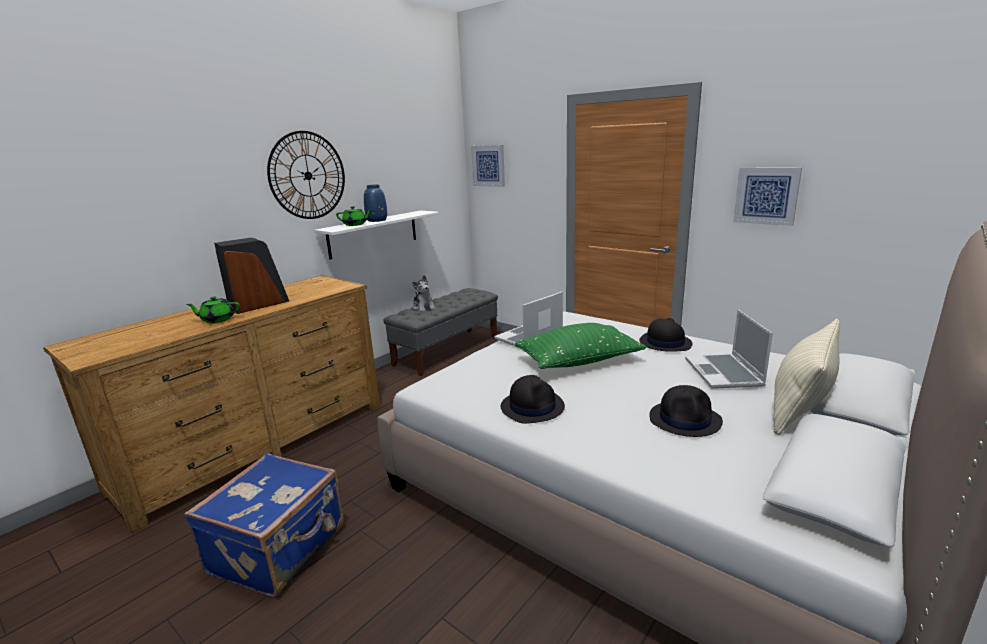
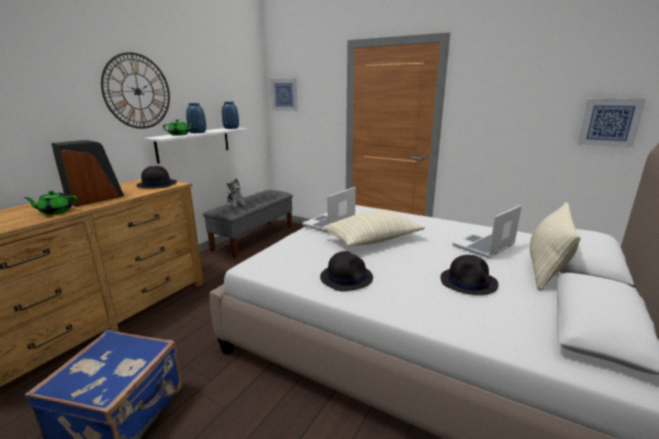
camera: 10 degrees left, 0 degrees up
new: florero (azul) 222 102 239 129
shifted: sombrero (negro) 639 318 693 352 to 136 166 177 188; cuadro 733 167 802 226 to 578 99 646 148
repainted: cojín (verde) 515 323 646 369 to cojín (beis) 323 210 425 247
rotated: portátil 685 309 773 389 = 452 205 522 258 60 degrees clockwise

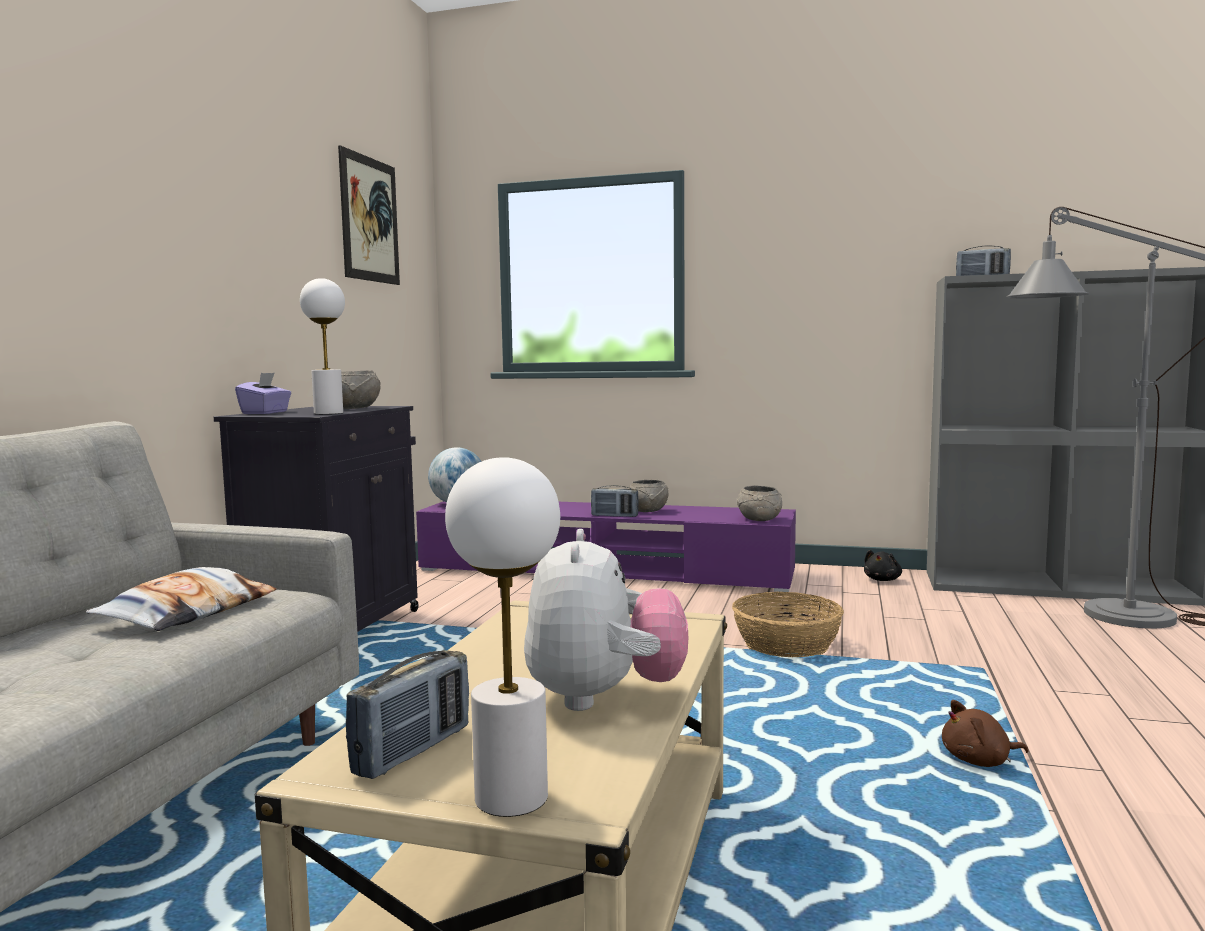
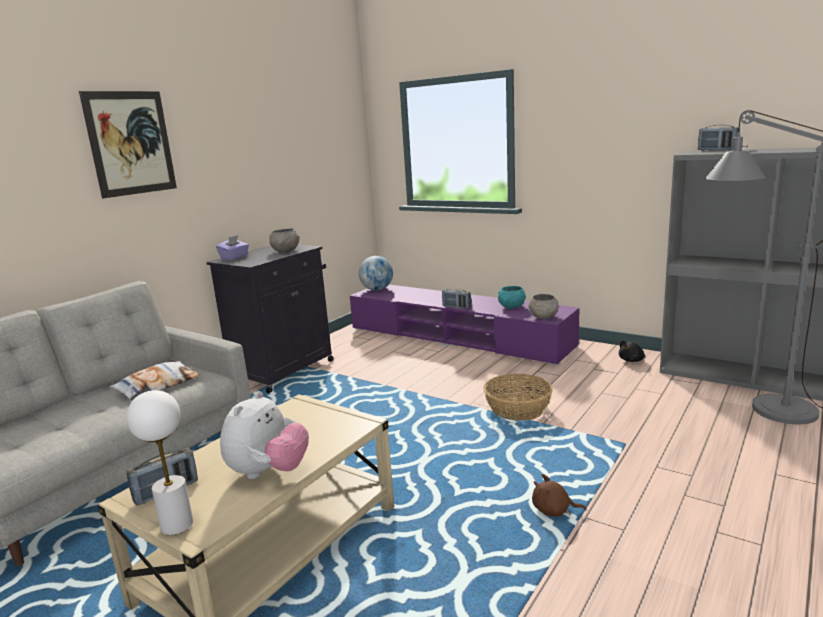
camera: 20 degrees right, 10 degrees up
gone: lámpara de mesa (blanco) 300 278 345 414; cuenco (gris) 629 480 669 512
new: cuenco (turquesa) 498 286 526 309
shifted: cuadro 338 145 400 285 to 79 91 177 198

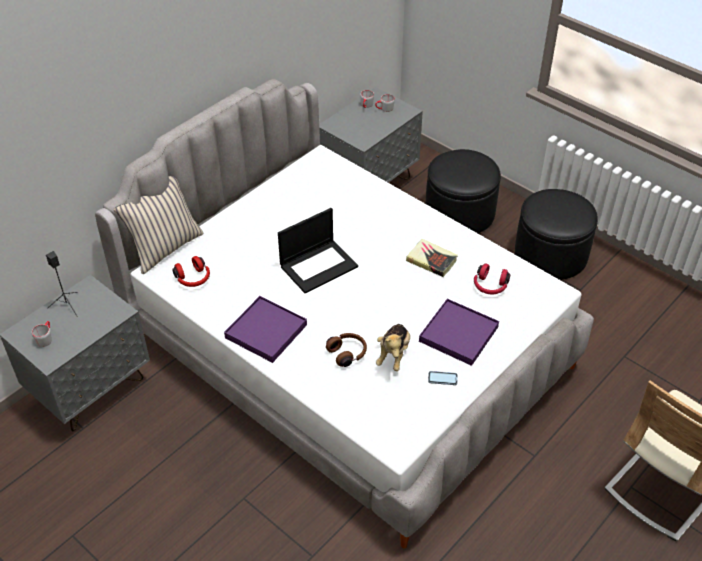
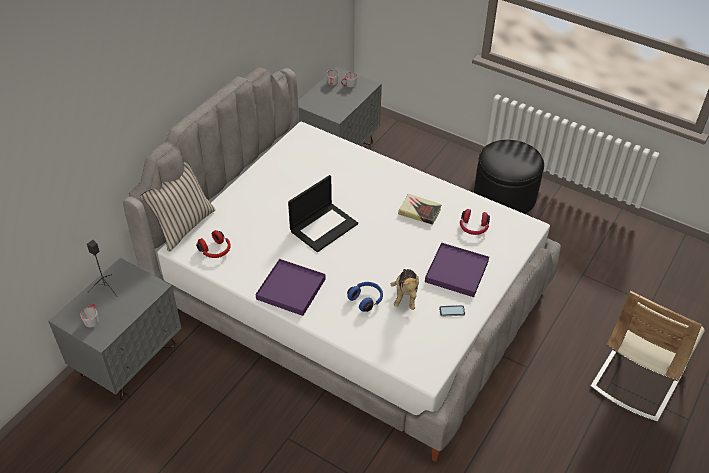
camera: 10 degrees left, 0 degrees up
gone: puf (negro) 425 149 501 233
repainted: auriculares (marrón) 326 333 367 367 to auriculares (azul) 347 282 383 312

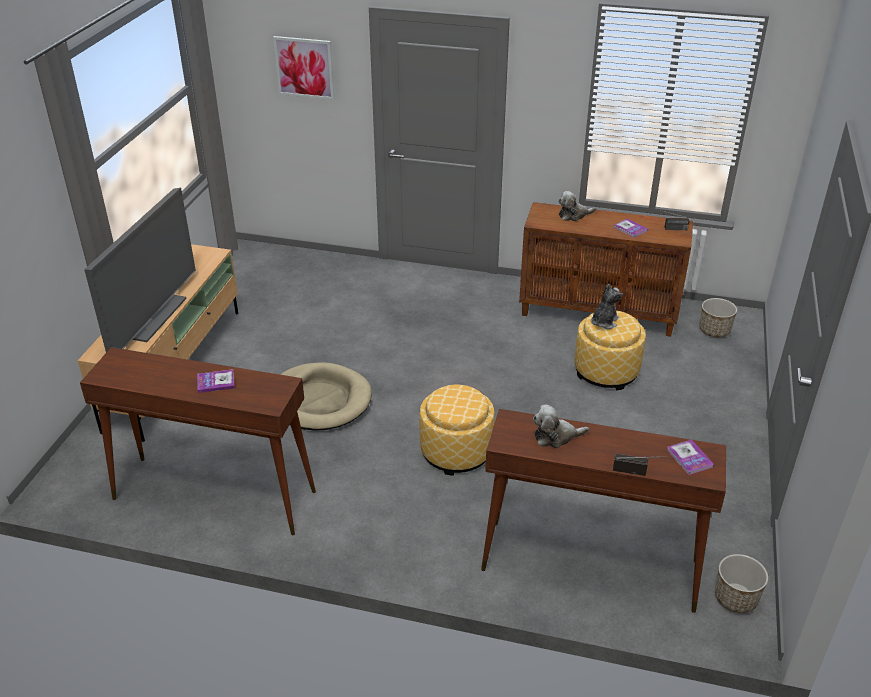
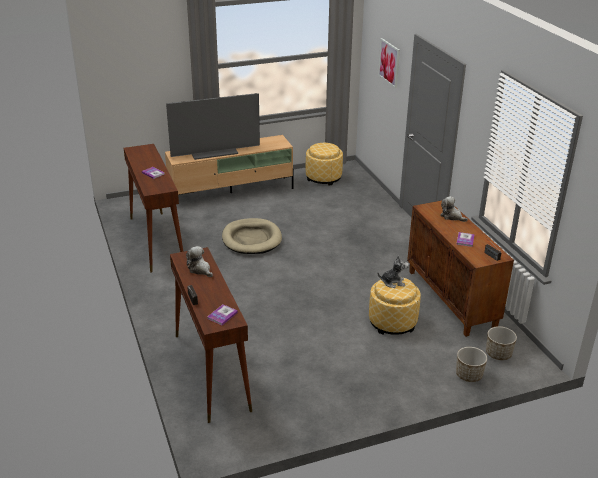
camera: 55 degrees right, 5 degrees down
shifted: puf 420 385 495 476 to 306 143 343 186; maceta 715 554 768 613 to 456 347 487 382

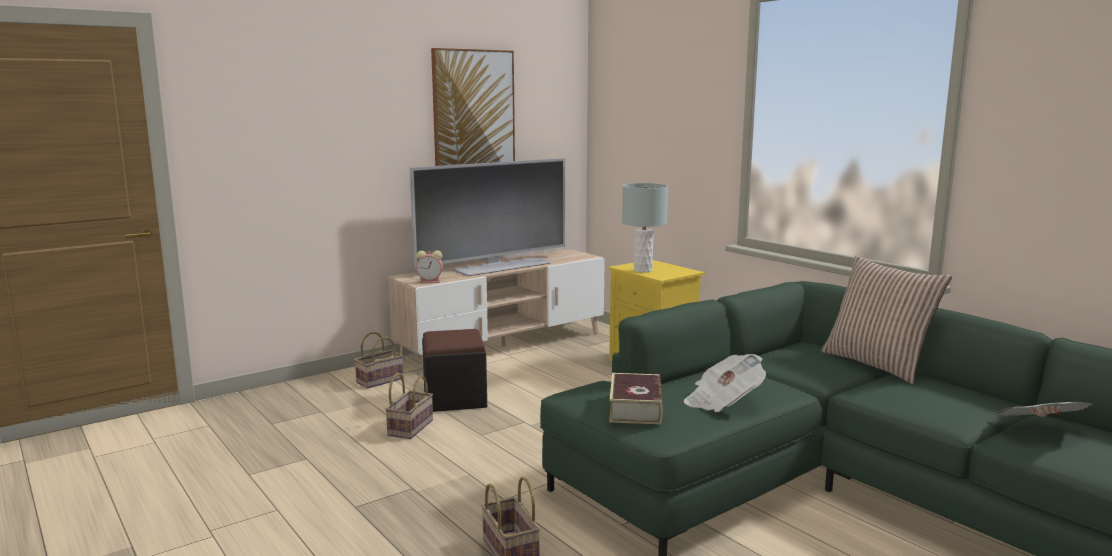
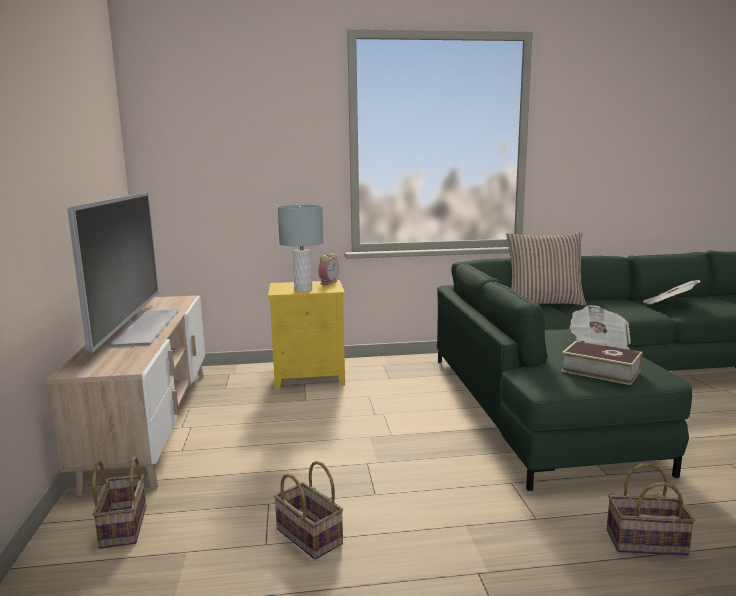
camera: 60 degrees left, 0 degrees up
gone: puf (negro) 422 329 487 412; cuadro 431 48 515 166
shifted: despertador 416 250 443 283 to 318 253 339 285

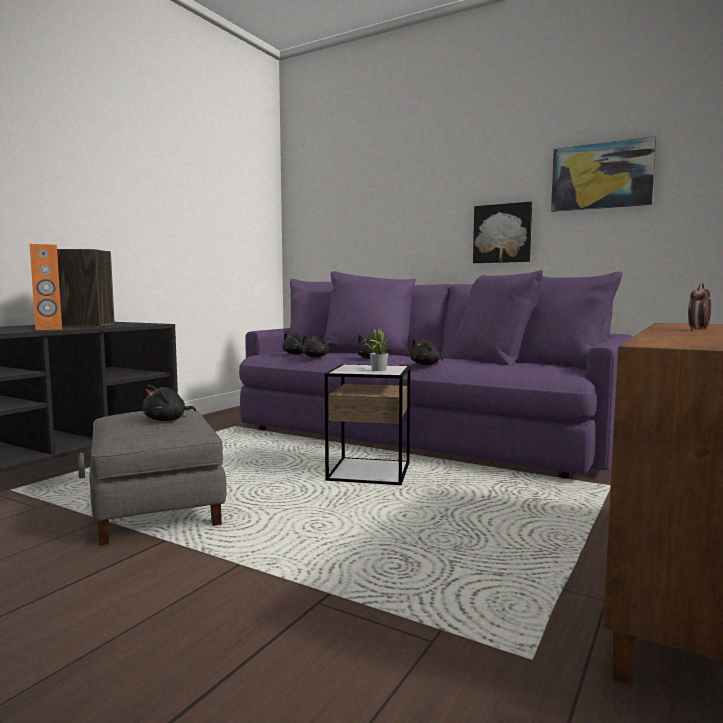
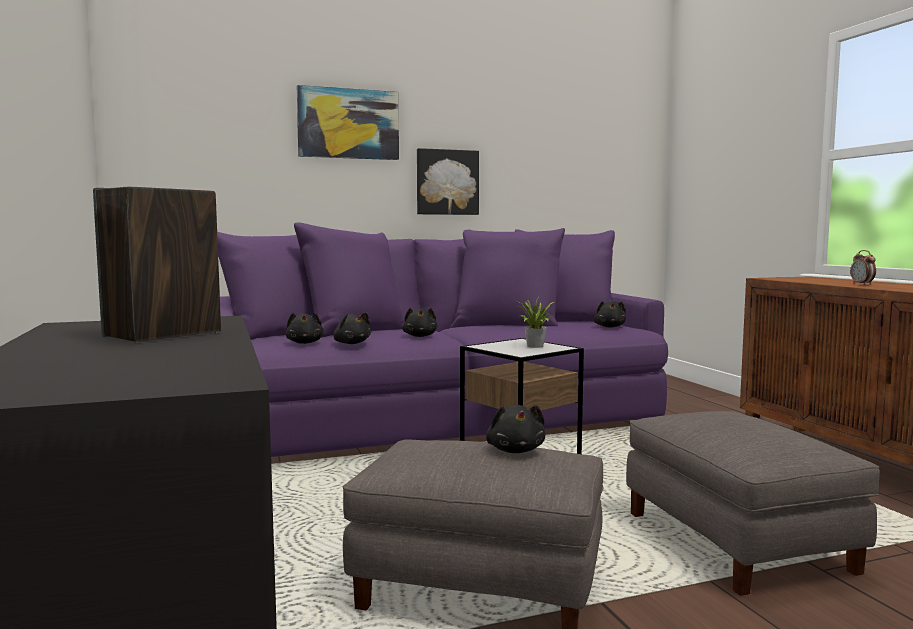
camera: 50 degrees left, 0 degrees up
gone: altavoz (naranja) 30 244 62 330
new: puf (gris) 626 411 880 596
shifted: peluche (negro) 410 339 443 365 to 594 300 626 328; cuadro 551 136 656 212 to 297 85 399 160

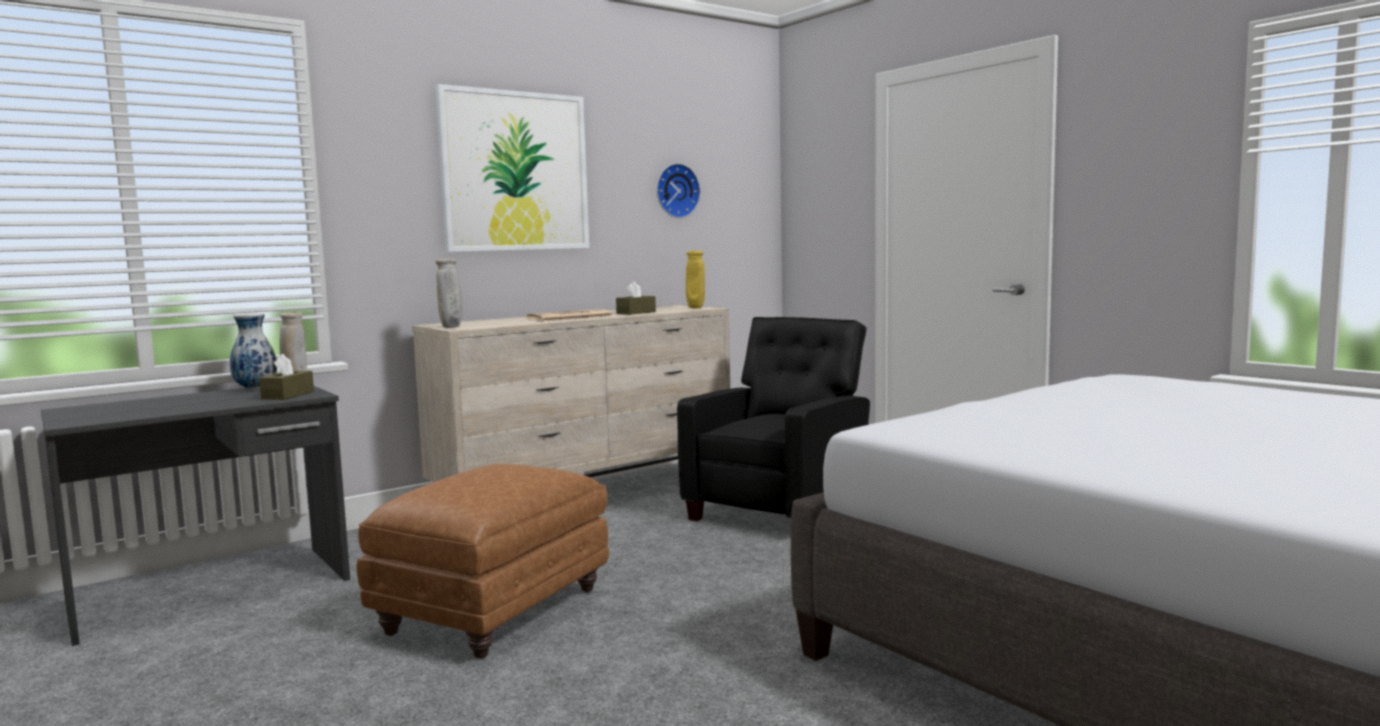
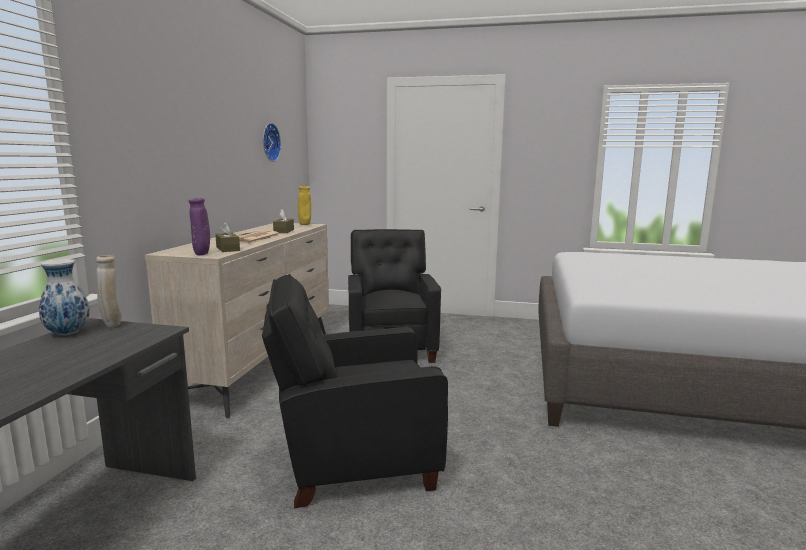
camera: 40 degrees left, 5 degrees up
gone: cuadro 435 84 589 252
shifted: caja de pañuelos (marrón) 259 354 314 400 to 215 222 240 252
swapped: puf (marrón) 356 464 609 659 to sillón (negro) 262 274 448 509
repainted: florero (beis) 435 259 462 328 to florero (morado) 189 198 210 256

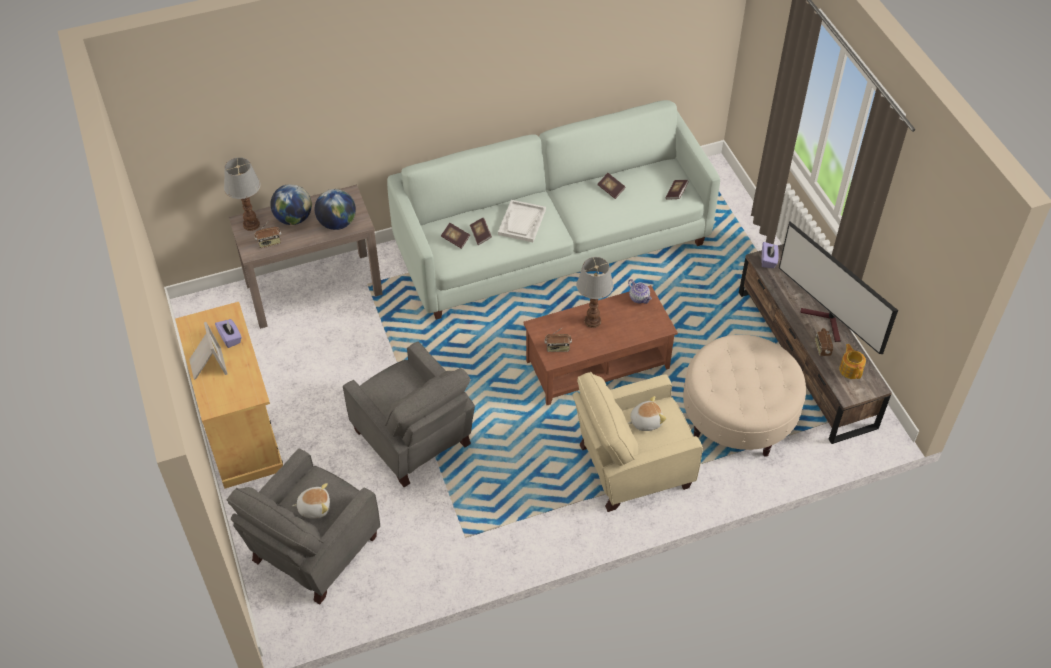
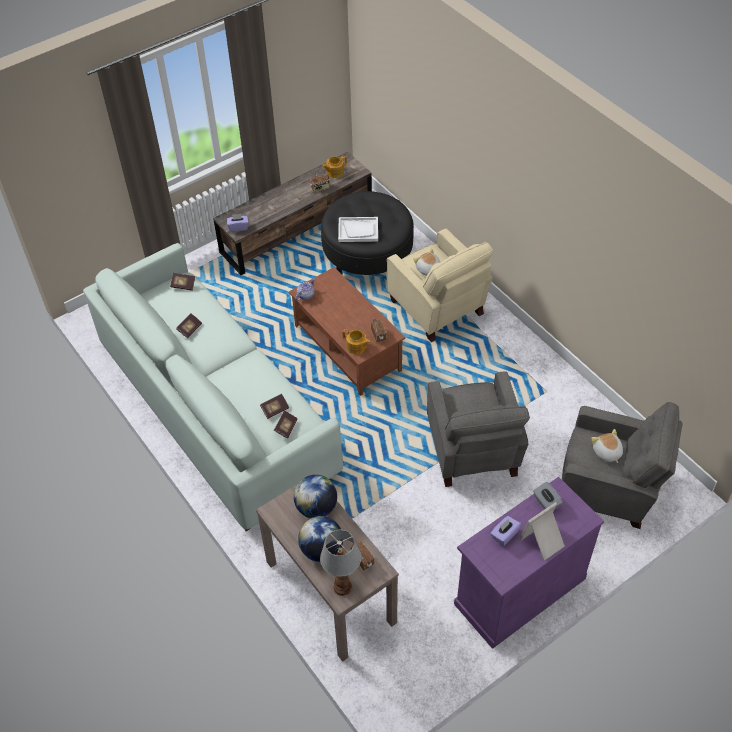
camera: 105 degrees left, 0 degrees up
gone: lámpara de mesa 576 257 614 328; televisor 779 221 898 354
new: tetera 342 329 371 354; caja de pañuelos (gris) 533 482 563 510
shifted: bandeja (blanco) 498 200 546 242 to 338 217 378 242
repainted: armario (beis) 175 302 283 489 to armario (morado) 454 477 604 649; puf (beis) 683 335 806 457 to puf (negro) 321 191 414 275
rotated: sillón (gris) 343 342 475 487 = 427 371 530 487 135 degrees clockwise

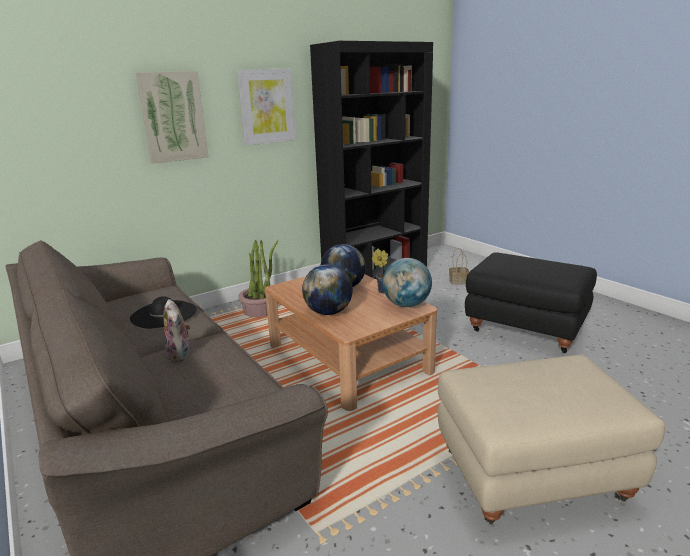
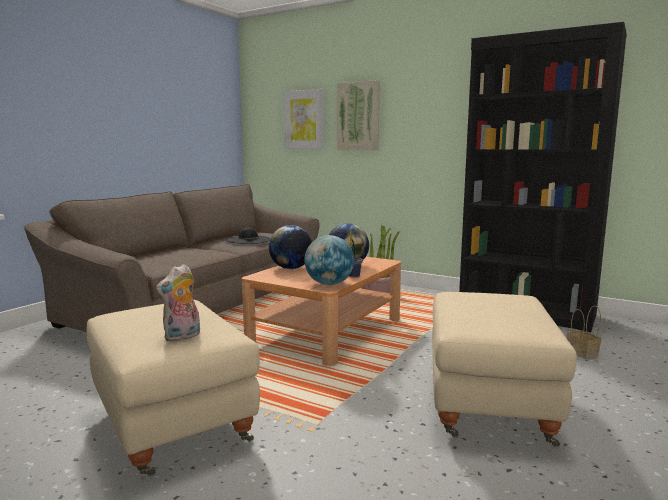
camera: 65 degrees right, 10 degrees down
shifted: peluche 163 299 190 362 to 156 264 200 342; cuadro 237 69 296 145 to 284 89 324 149
repainted: puf (negro) 465 252 597 353 to puf (beis) 432 292 577 447

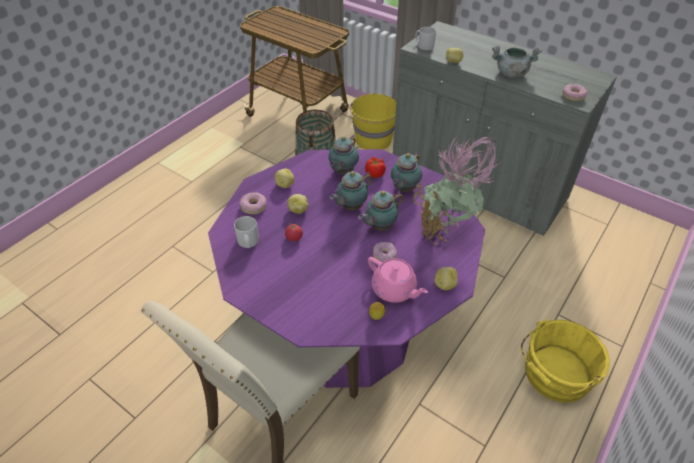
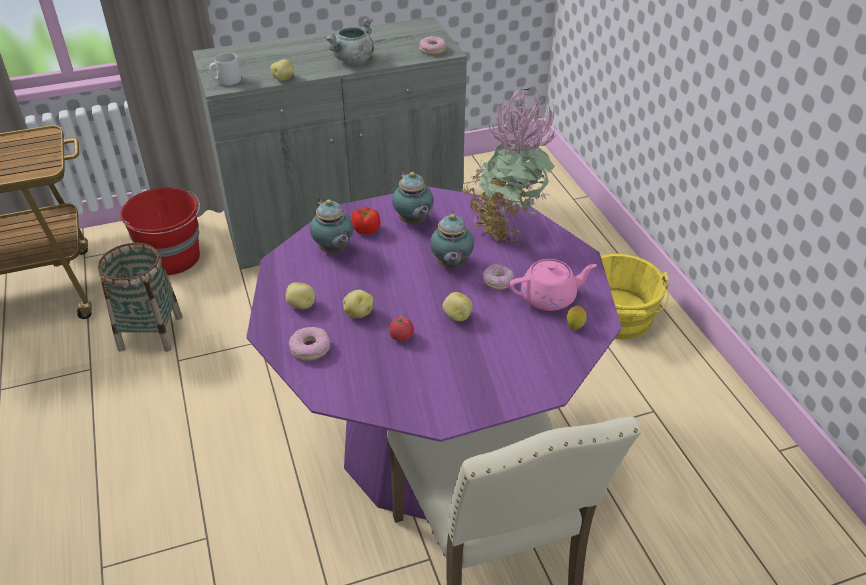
camera: 55 degrees left, 5 degrees down
gone: taza grande (gris) 234 216 259 248; tetera 330 171 372 210
shifted: patata 434 267 458 290 to 443 292 473 321
repainted: cubo (amarillo) 350 94 396 150 to cubo (rojo) 120 187 200 275

